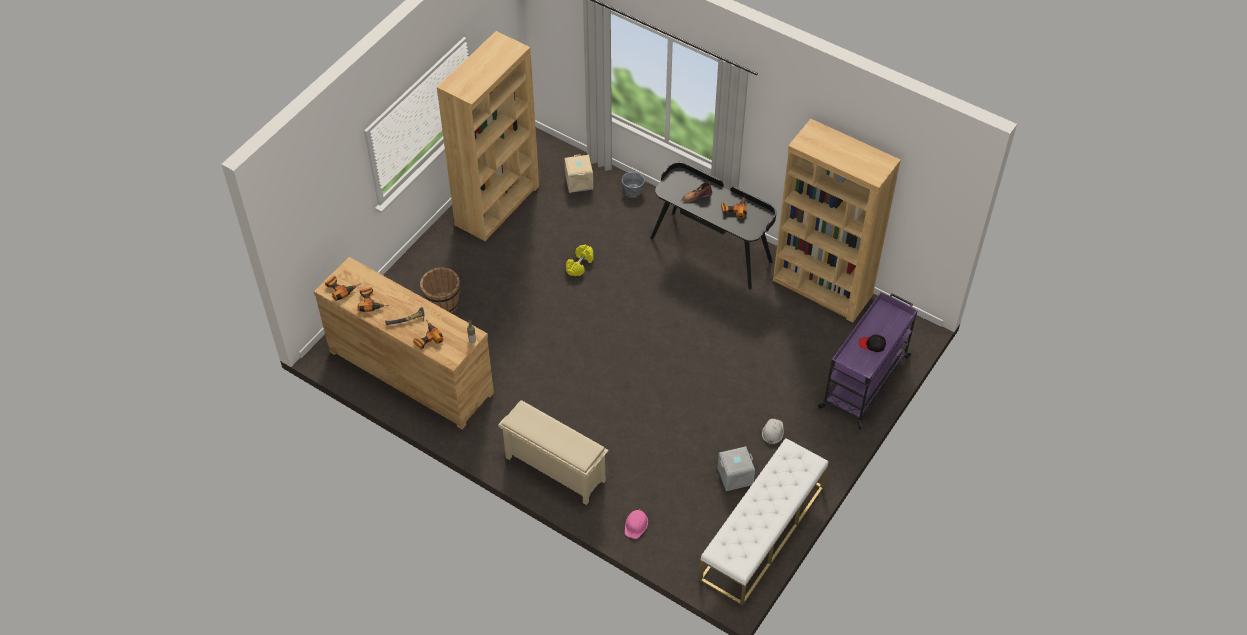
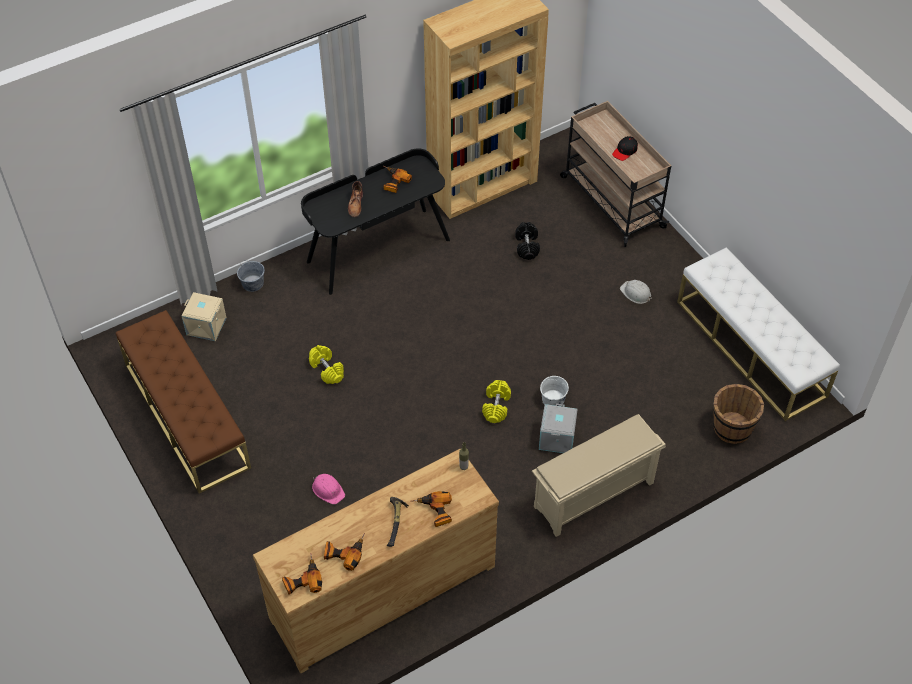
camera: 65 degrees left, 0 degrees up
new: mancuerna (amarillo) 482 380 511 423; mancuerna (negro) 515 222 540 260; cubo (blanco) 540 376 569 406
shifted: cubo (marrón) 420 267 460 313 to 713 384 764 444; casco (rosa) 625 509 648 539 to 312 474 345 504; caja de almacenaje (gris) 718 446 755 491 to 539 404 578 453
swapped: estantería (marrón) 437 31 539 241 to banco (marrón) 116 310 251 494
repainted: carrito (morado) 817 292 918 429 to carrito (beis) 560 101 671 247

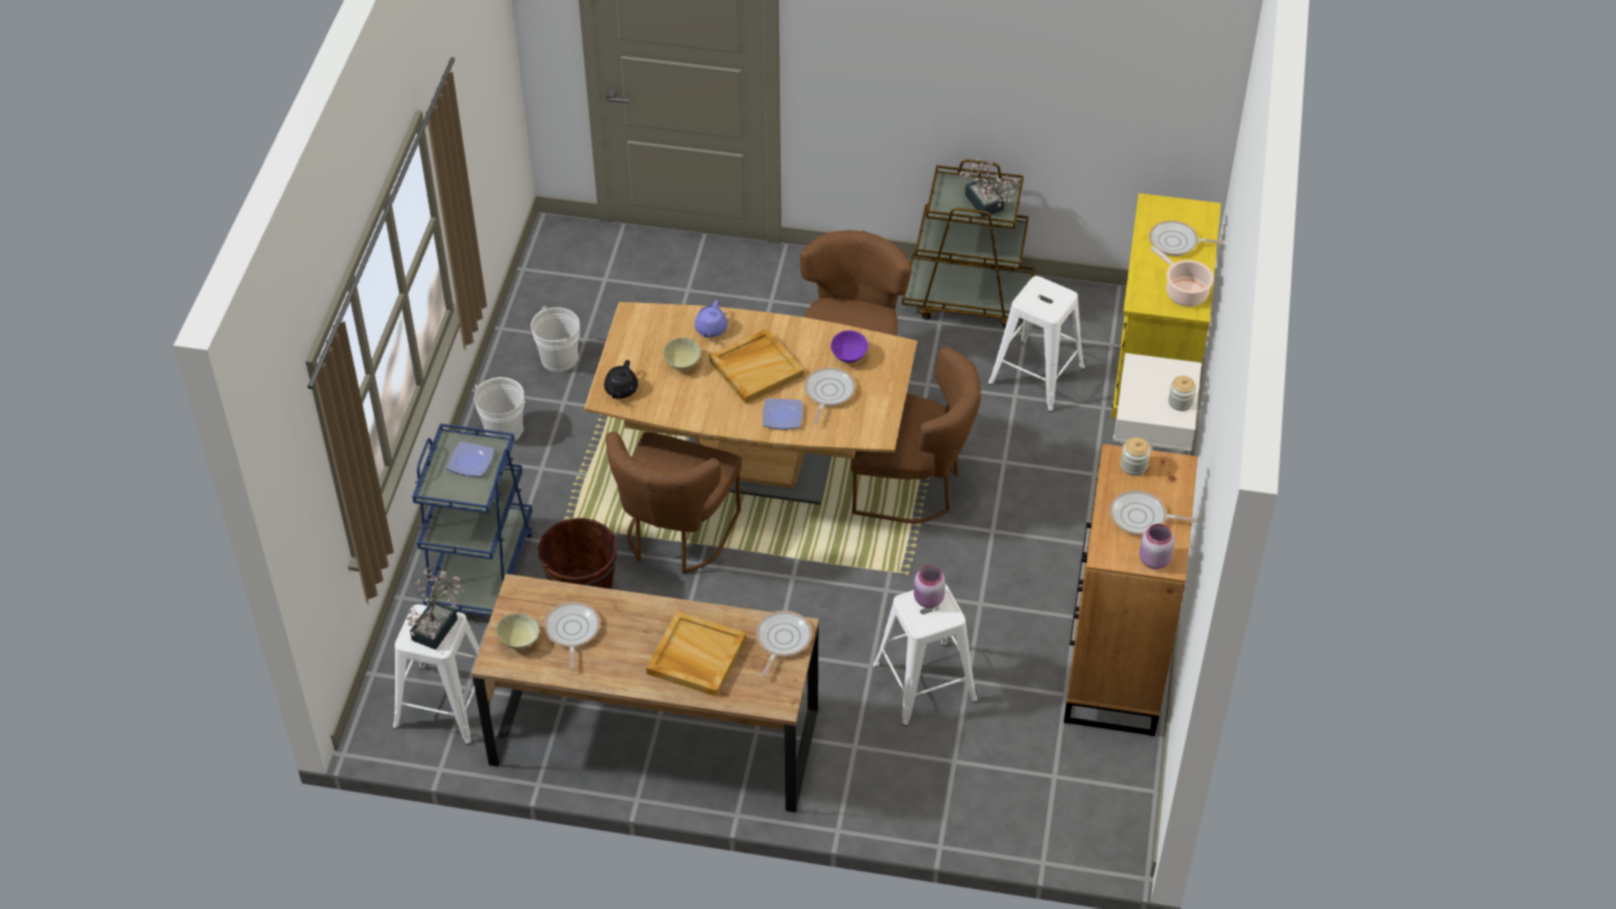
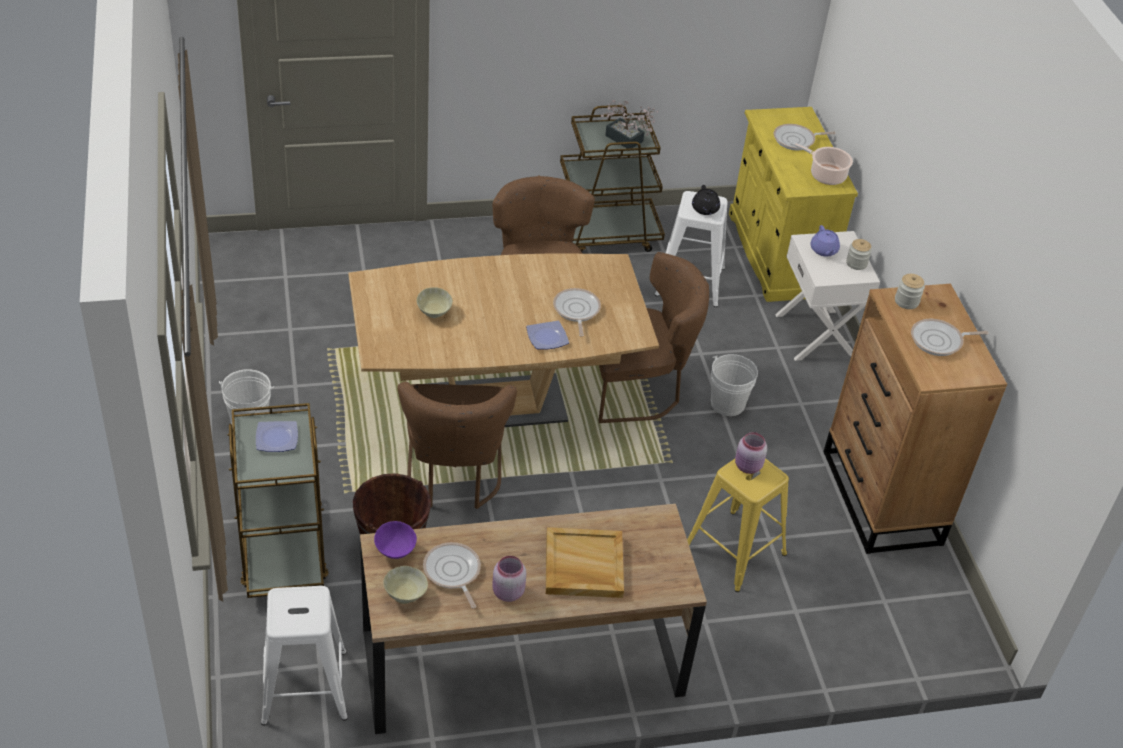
camera: 25 degrees left, 5 degrees down
gone: planta en maceta 407 567 464 650; bandeja (beis) 709 329 804 404; sartén 756 611 812 677
shifted: cubo (blanco) 531 306 580 372 to 711 354 758 416; tetera (negro) 604 360 638 399 to 692 185 720 215; tetera (morado) 694 300 728 338 to 811 225 840 257; cuenco (morado) 831 330 868 363 to 374 521 417 559; tarro (rosa) 1139 524 1175 569 to 492 556 526 602
repainted: carrito (azul) 412 423 534 617 to carrito (marrón) 227 403 329 598; taburete (blanco) 873 584 978 726 to taburete (amarillo) 687 458 789 592

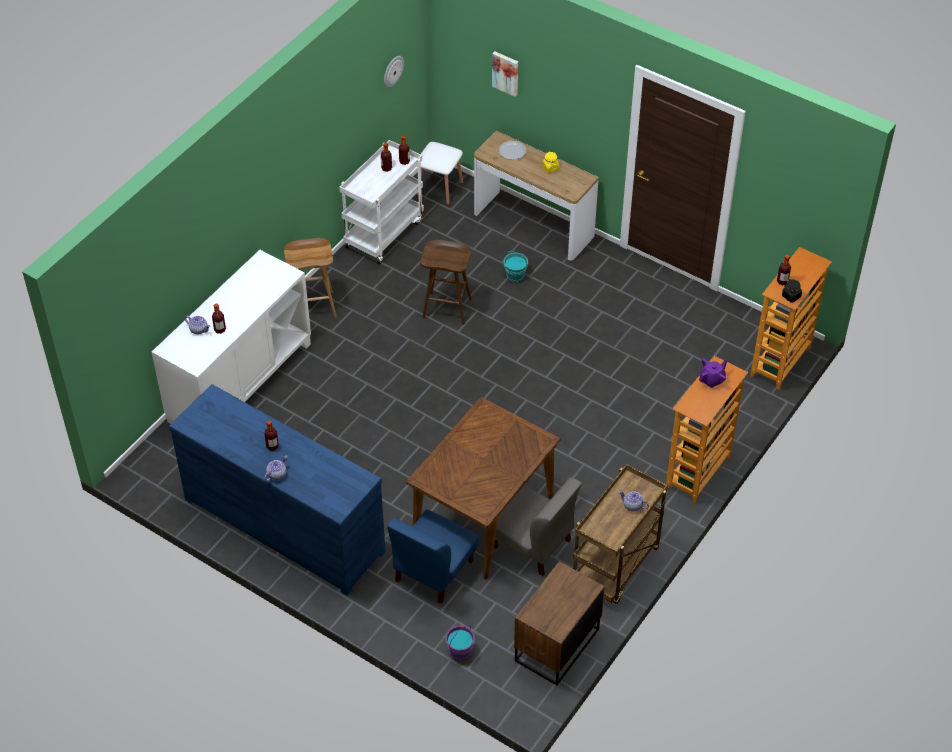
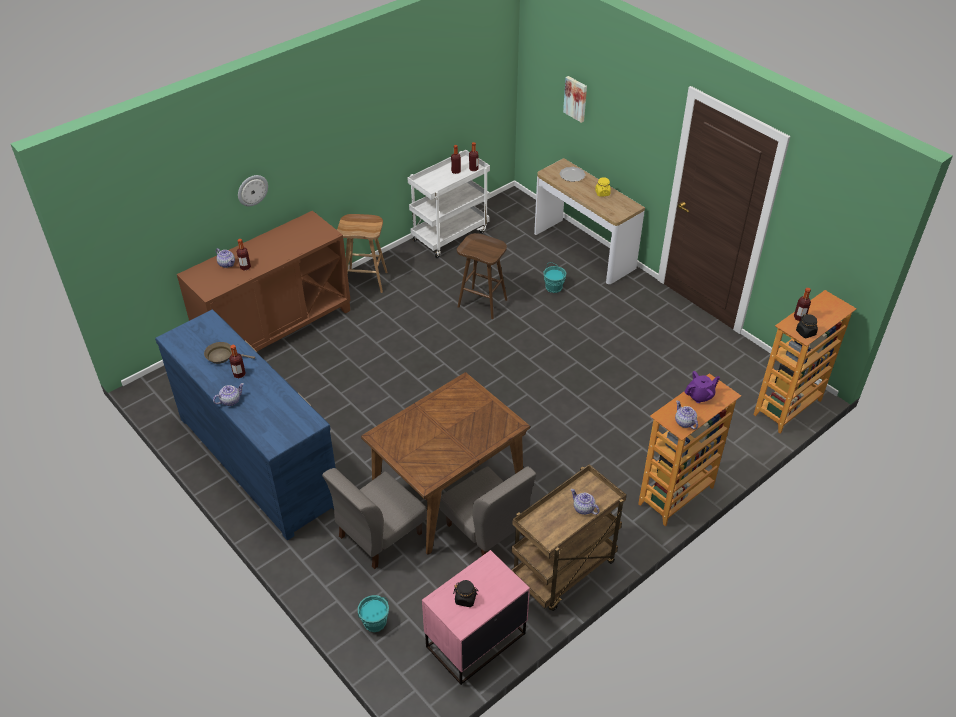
camera: 15 degrees right, 5 degrees down
gone: taburete (blanco) 416 142 463 205
new: sartén (marrón) 204 342 255 364; tarro (negro) 453 580 478 607; tetera 675 400 698 430
shifted: reloj de pared 384 56 404 87 to 238 175 268 206
repainted: armario (blanco) 152 250 311 424 to armario (marrón) 177 211 351 352; silla (azul) 387 509 479 604 to silla (gris) 322 468 427 569; cubo (morado) 446 625 475 660 to cubo (turquesa) 358 595 389 632; mesita de noche (marrón) 514 561 605 686 to mesita de noche (rosa) 422 550 530 685

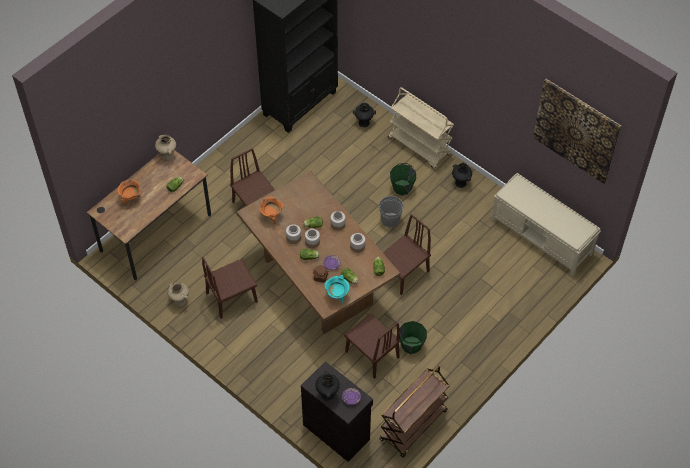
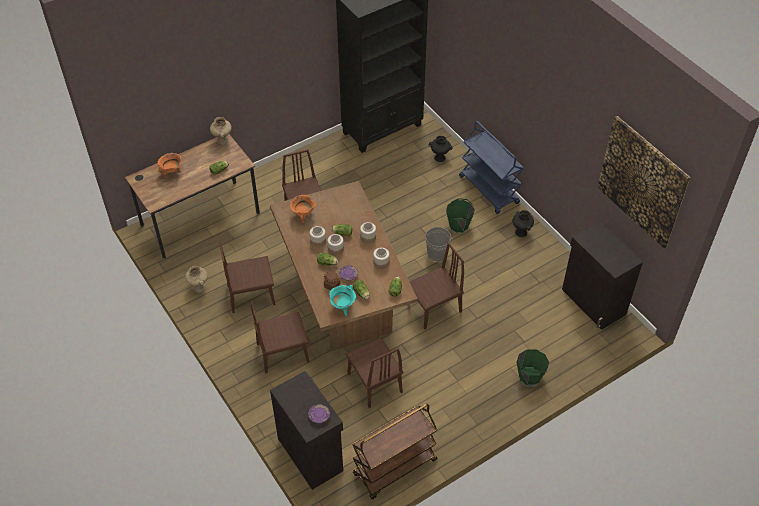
camera: 15 degrees right, 5 degrees down
gone: florero (negro) 315 371 340 400
new: silla (marrón) 250 301 309 374
shifted: cubo (verde) 400 321 427 355 to 517 349 549 386
swapped: banco (beis) 491 173 601 276 to armario (negro) 562 222 643 330
repainted: carrito (beis) 388 87 454 169 to carrito (azul) 459 121 524 214

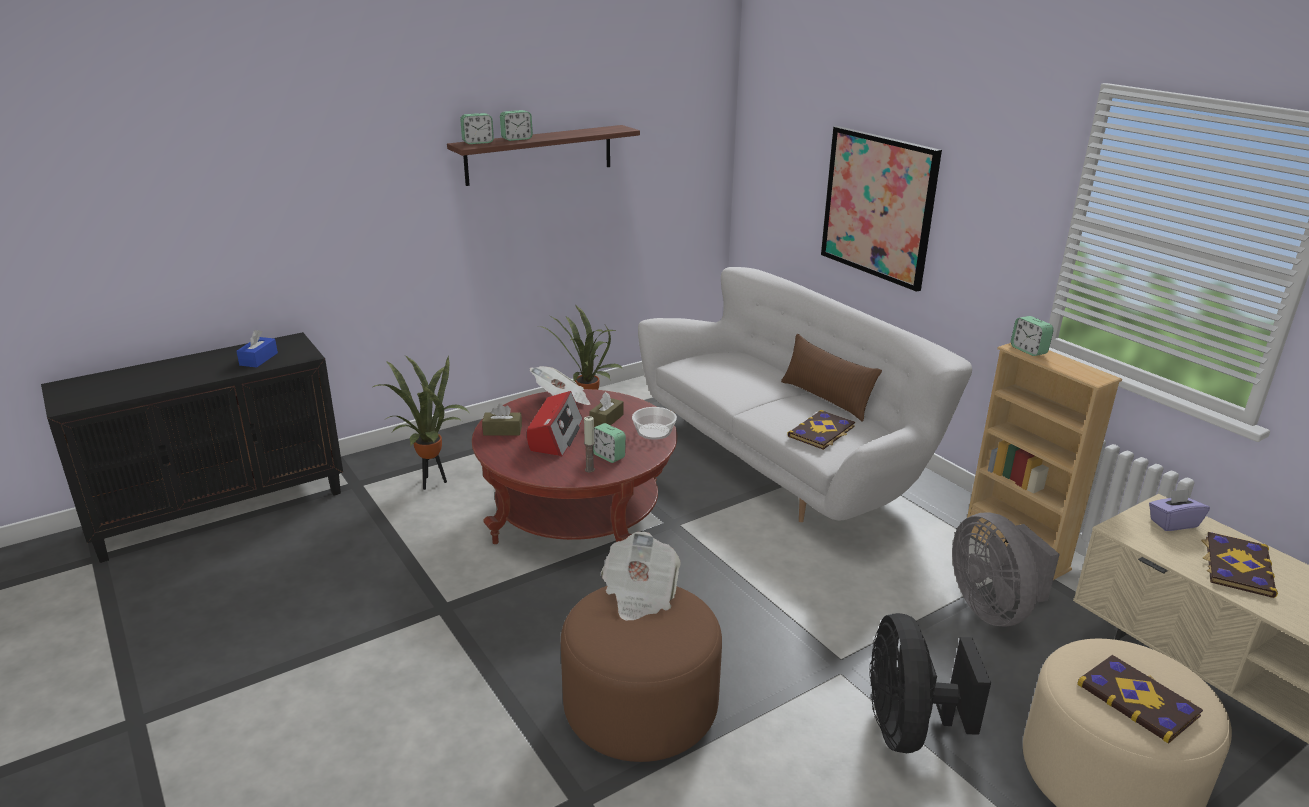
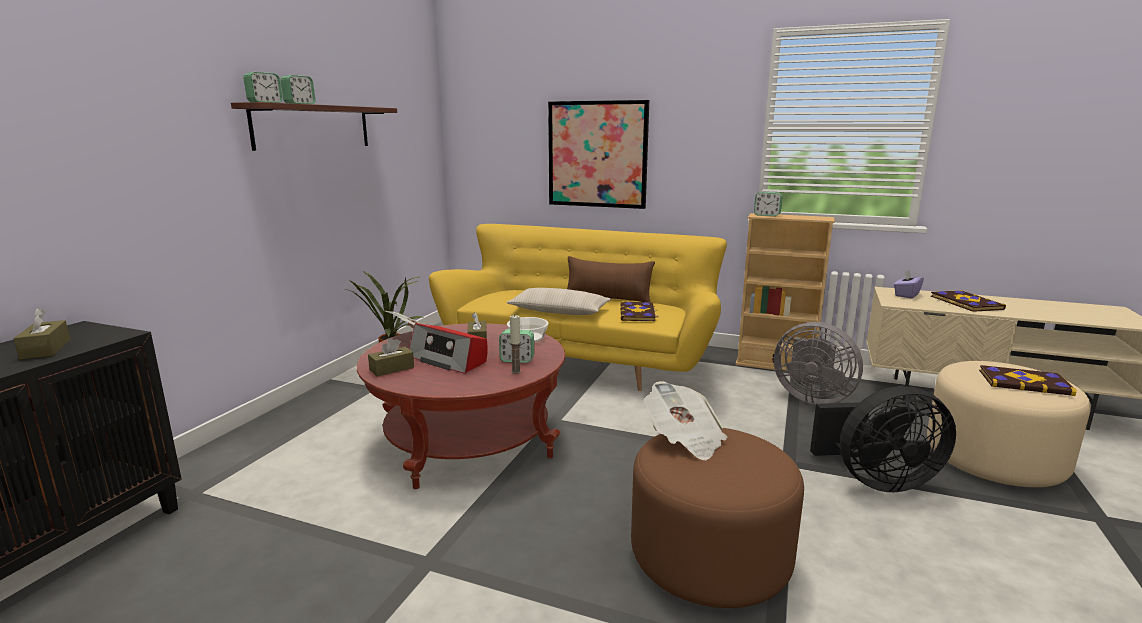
camera: 35 degrees left, 10 degrees down
gone: planta en maceta 373 355 469 490
new: cojín (beis) 506 288 611 315
repainted: caja de pañuelos (azul) 236 330 278 368 to caja de pañuelos (marrón) 13 308 70 360; sofá (blanco) 638 267 972 522 to sofá (amarillo) 429 224 727 391
rotated: radio 527 391 583 456 = 409 323 488 374 150 degrees clockwise; ventilador (negro) 870 613 991 753 = 810 386 956 492 60 degrees counterclockwise

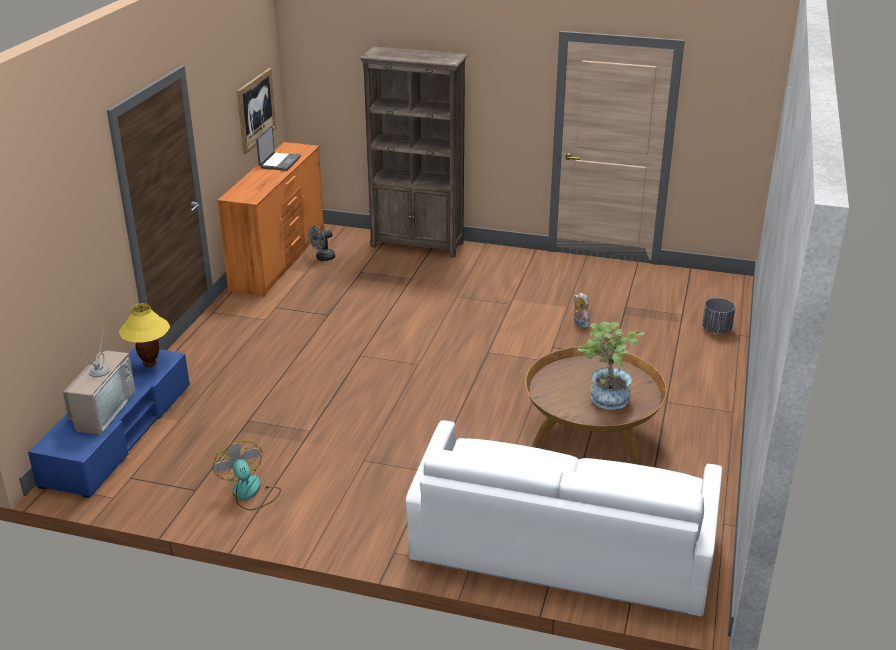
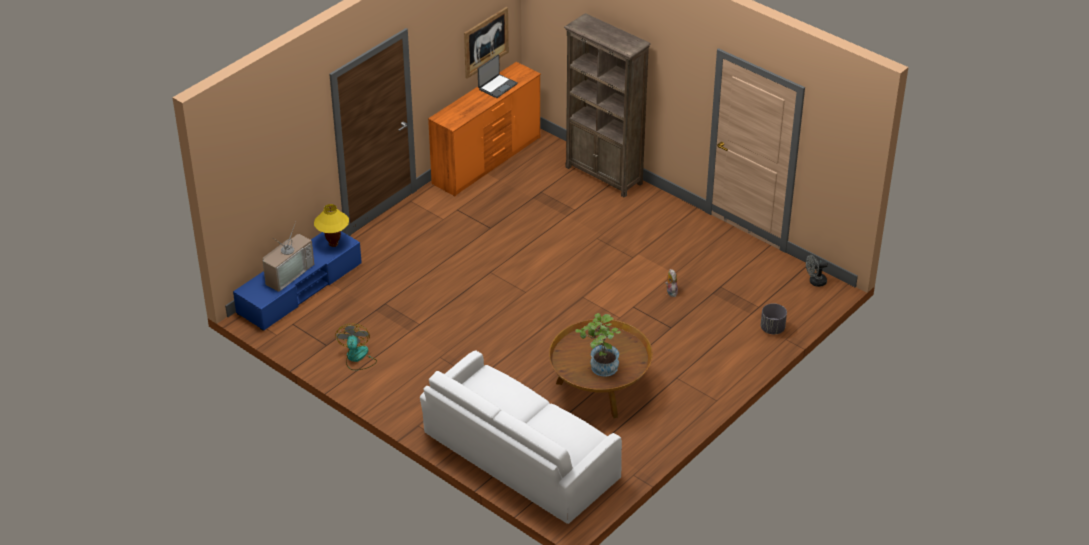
camera: 25 degrees right, 10 degrees up
shifted: ventilador (gris) 308 226 335 261 to 806 255 828 287

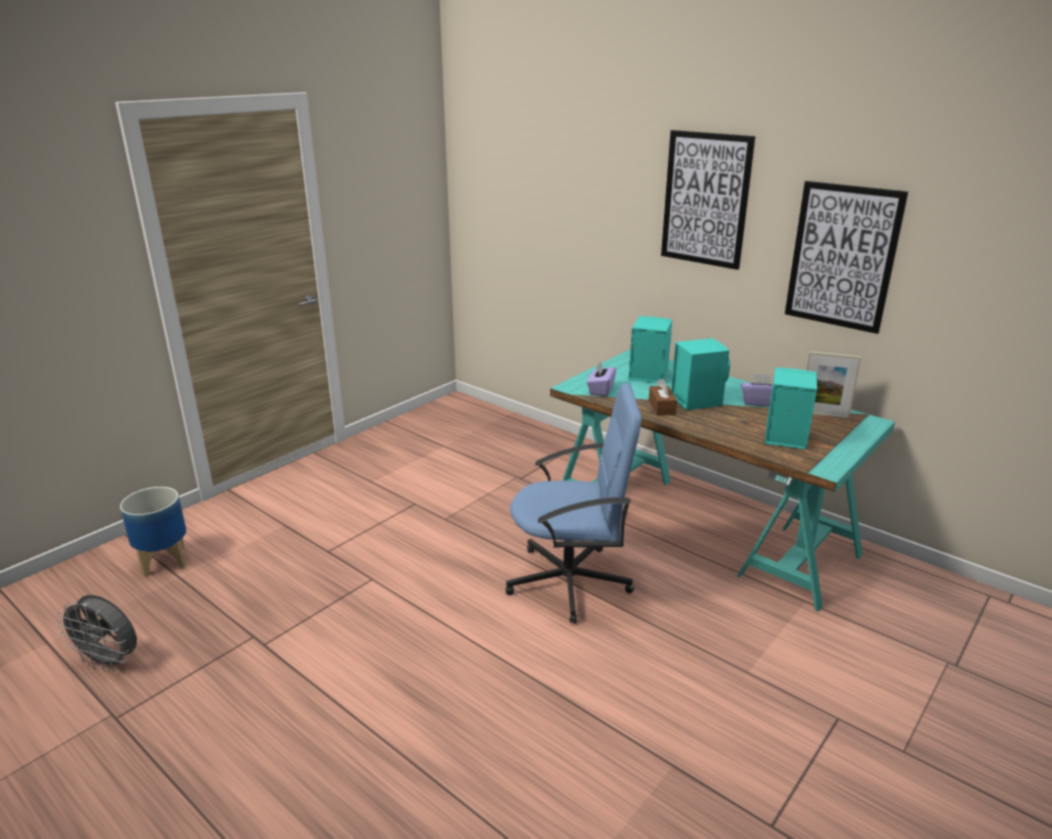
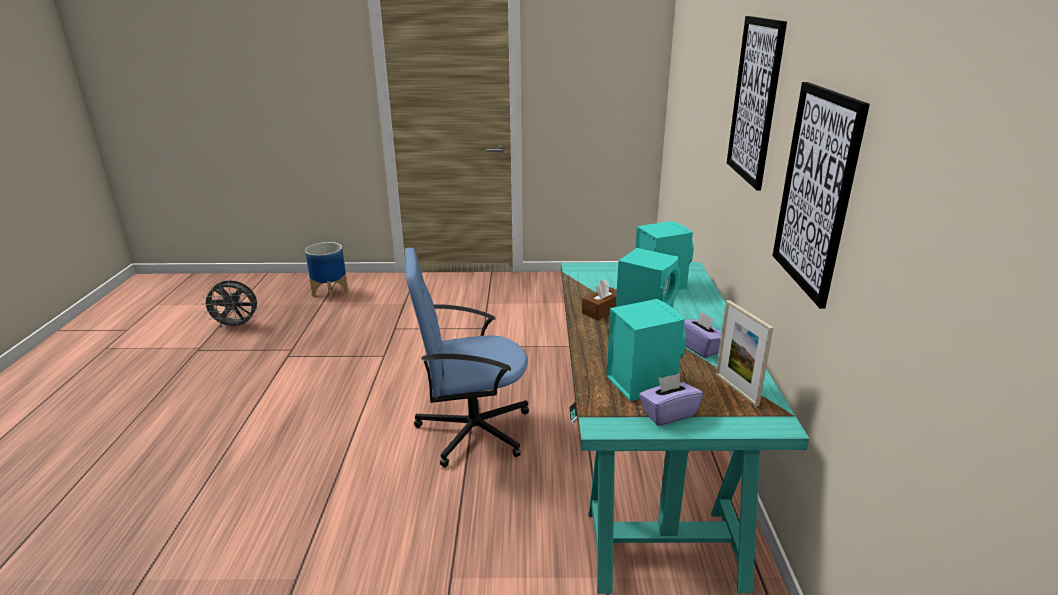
camera: 50 degrees right, 0 degrees up
shifted: caja de pañuelos (morado) 587 361 616 396 to 639 373 703 426
rotated: ventilador (gris) 56 595 137 672 = 202 280 258 330 75 degrees counterclockwise; silla de oficina (azul) 506 383 642 623 = 405 248 529 467 120 degrees clockwise

